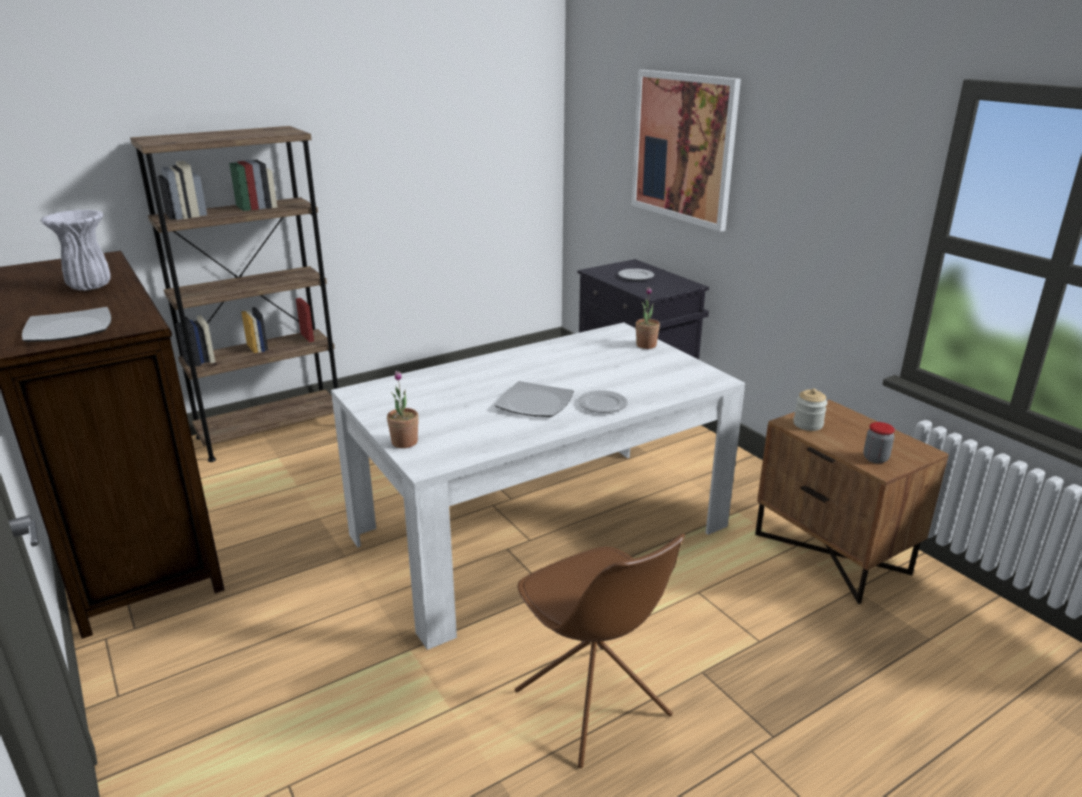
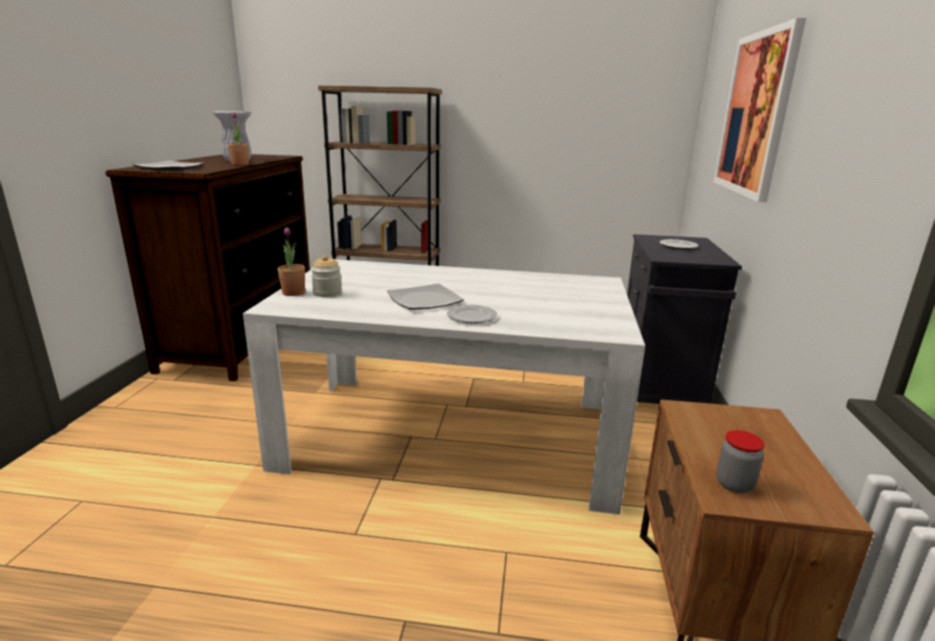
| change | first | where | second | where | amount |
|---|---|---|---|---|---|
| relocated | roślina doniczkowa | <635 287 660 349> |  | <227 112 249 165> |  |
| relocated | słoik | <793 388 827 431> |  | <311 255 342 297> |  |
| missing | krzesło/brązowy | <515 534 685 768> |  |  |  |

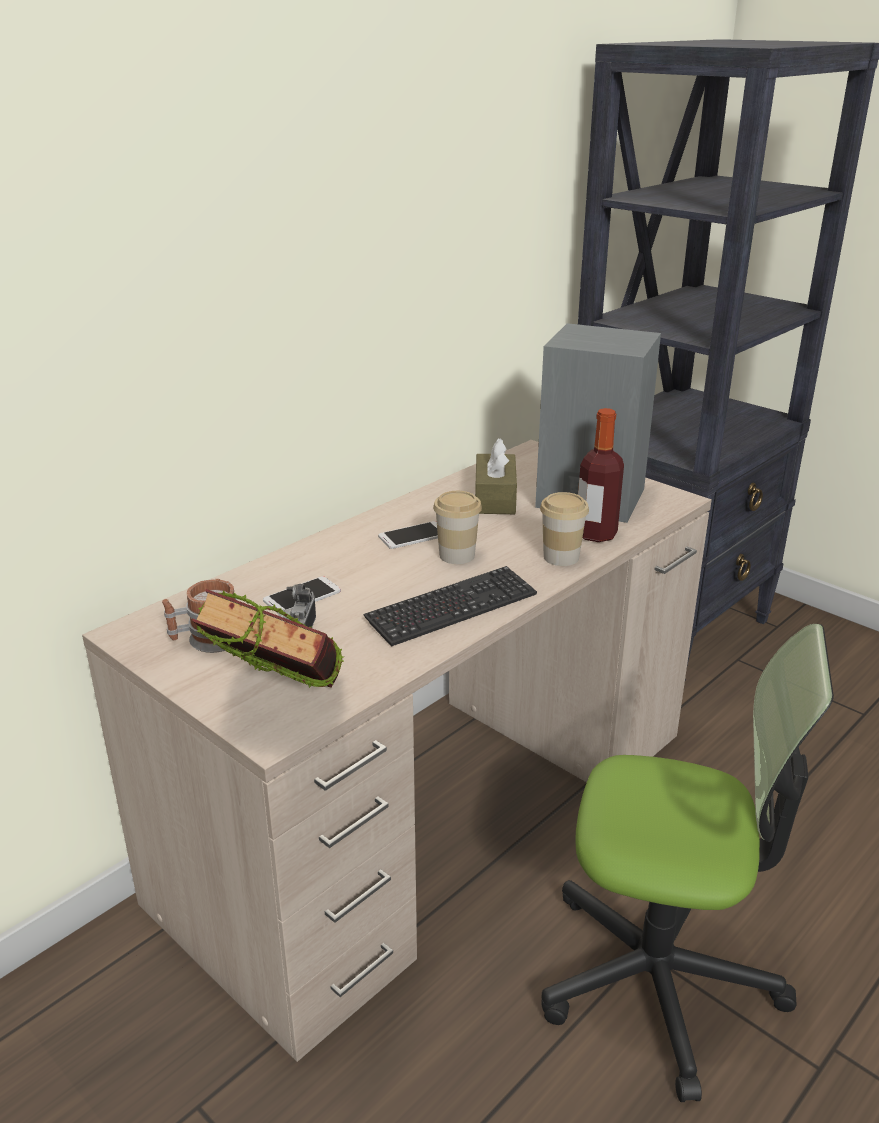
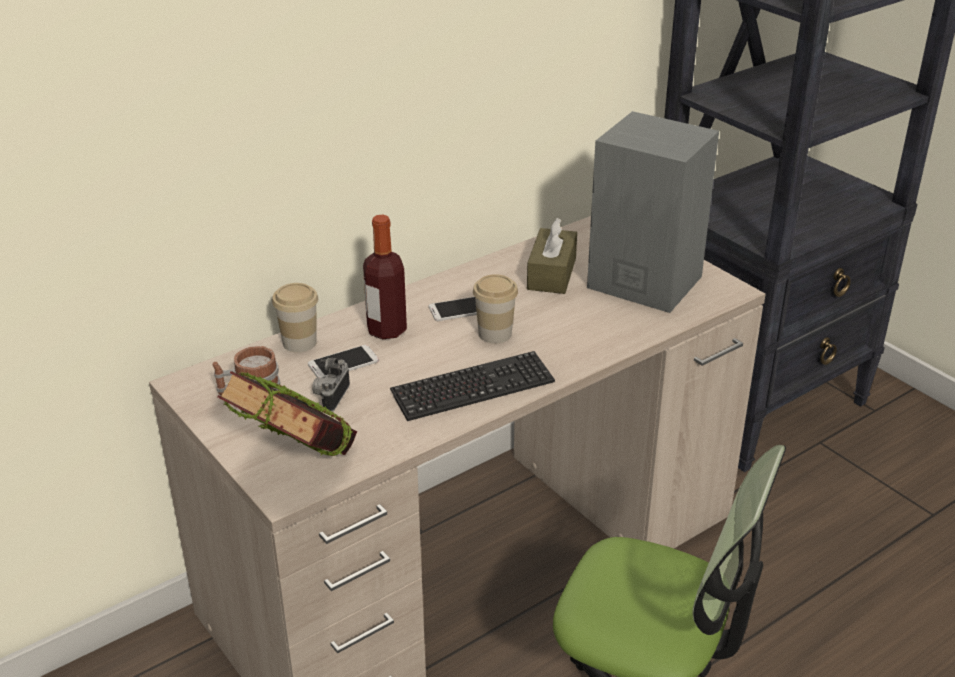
| change | first | where | second | where | amount |
|---|---|---|---|---|---|
| relocated | filiżanka | <540 492 589 566> |  | <272 283 318 352> |  |
| relocated | butelka | <578 408 624 542> |  | <363 214 407 339> |  |

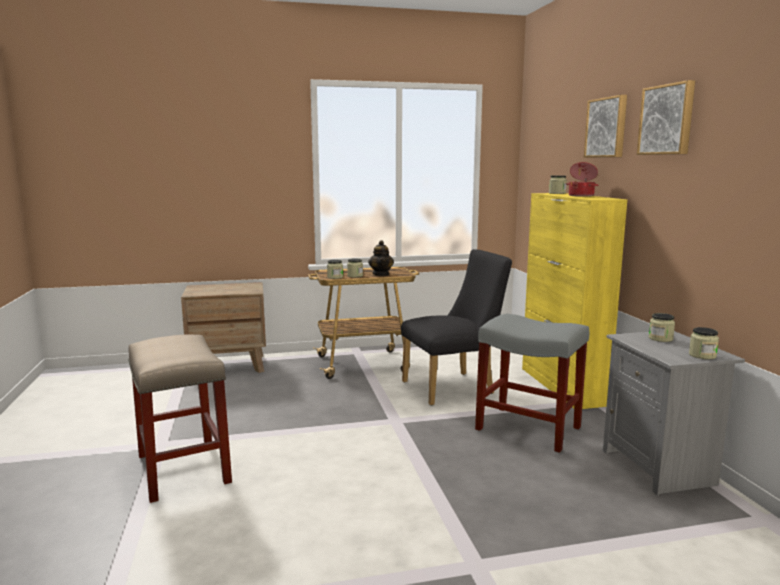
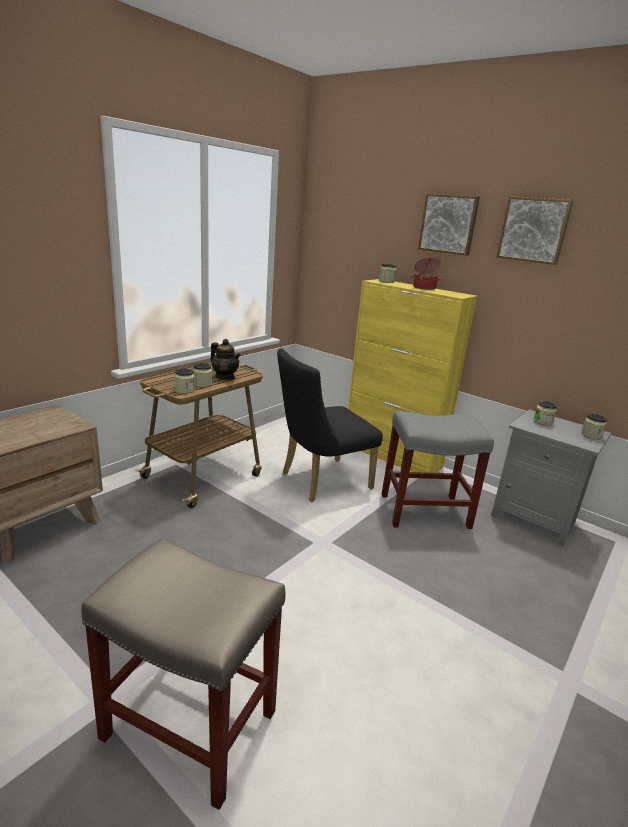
| change | first | where | second | where | amount |
|---|---|---|---|---|---|
| spun | krzesło/czarny | <401 249 512 406> |  | <277 348 383 502> | 150 degrees counterclockwise |

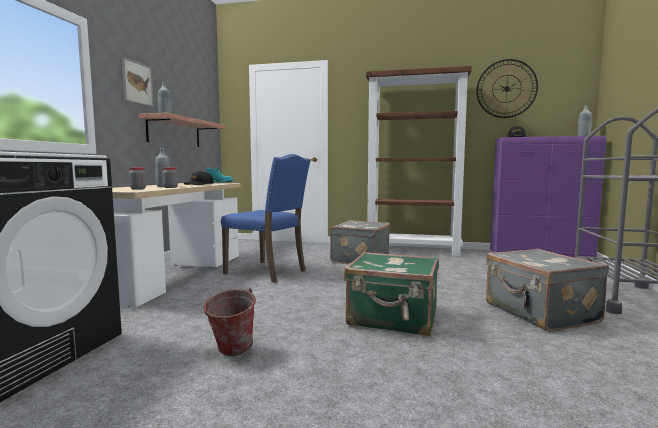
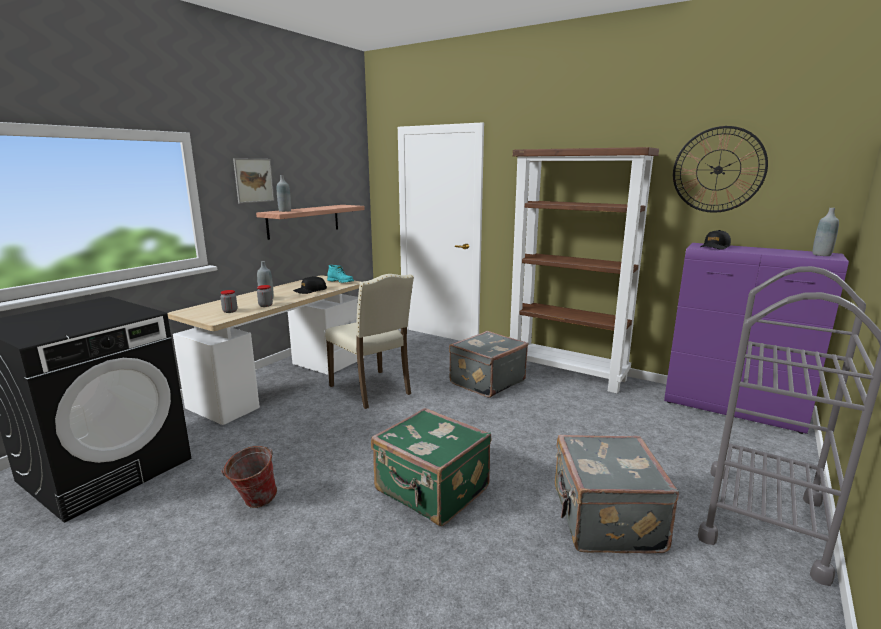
| change | first | where | second | where | amount |
|---|---|---|---|---|---|
| colour | krzesło/niebieski | <221 154 311 283> | krzesło/beżowy | <325 274 414 409> |  |

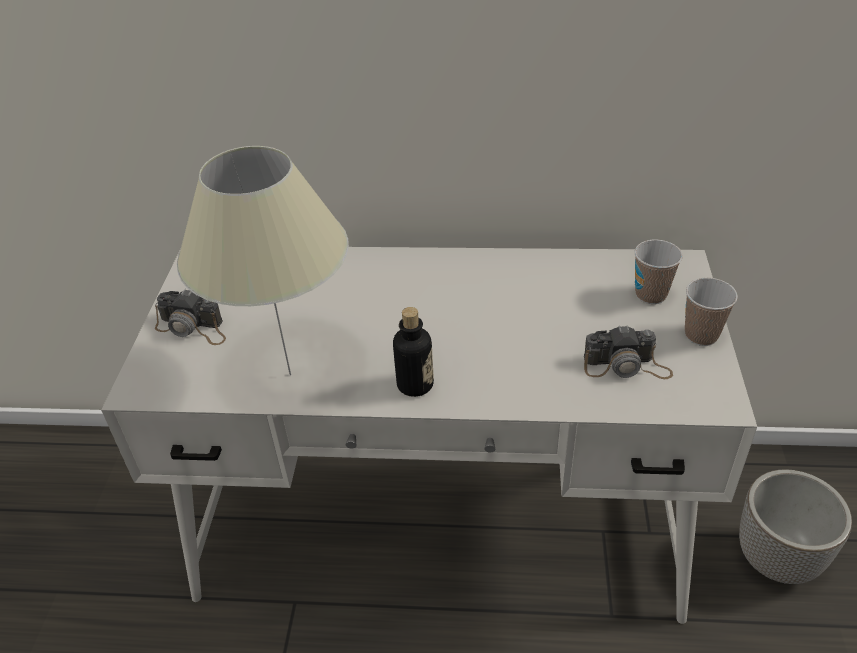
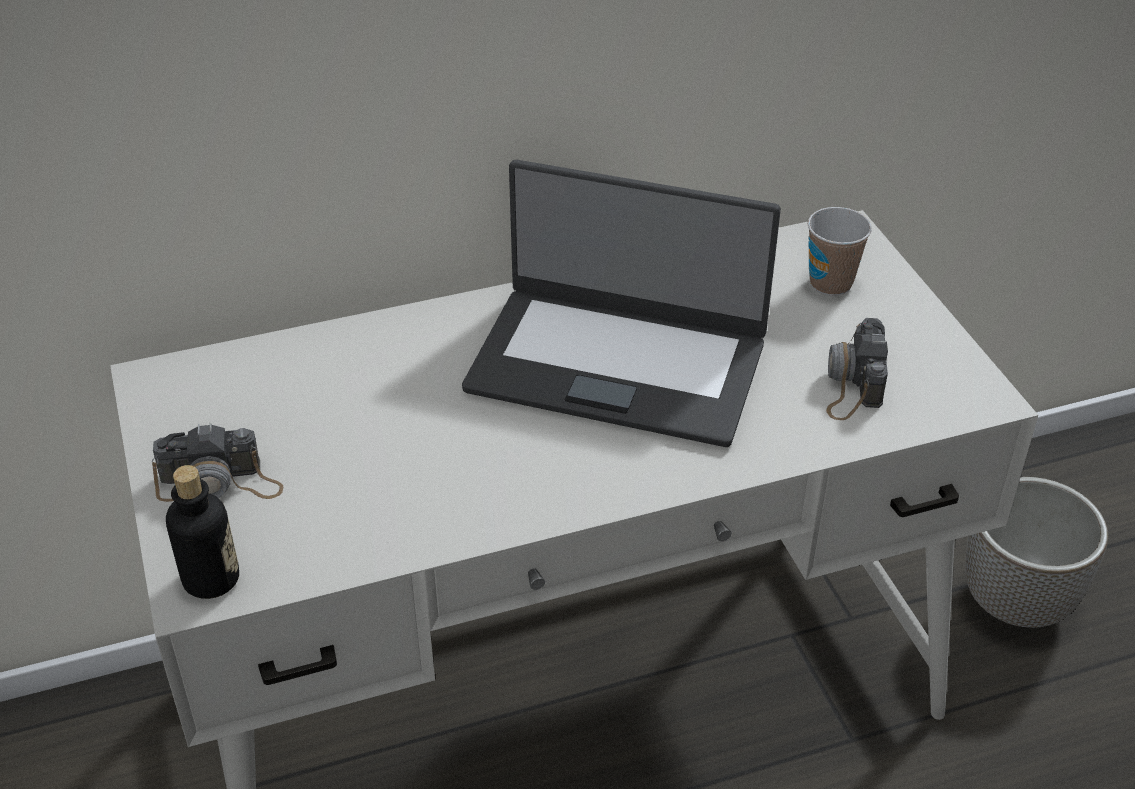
| change | first | where | second | where | amount |
|---|---|---|---|---|---|
| relocated | butelka | <393 307 434 397> |  | <166 465 239 599> |  |
| appeared |  |  | laptop | <462 160 781 447> |  |
| spun | aparat fotograficzny | <584 325 673 379> |  | <826 318 888 420> | 120 degrees clockwise |
| missing | lampa stołowa/beżowy | <177 146 349 375> |  |  |  |
| missing | filiżanka | <685 278 738 346> |  |  |  |

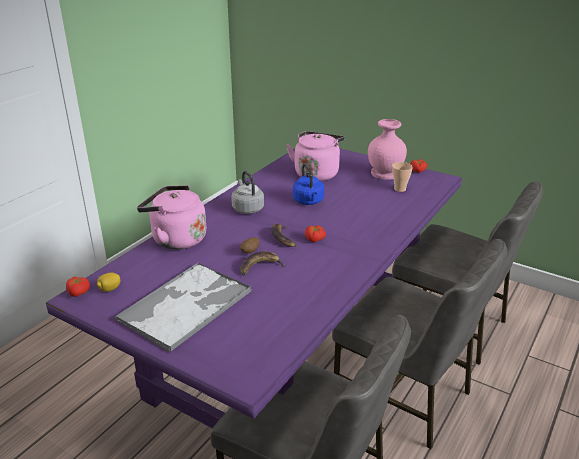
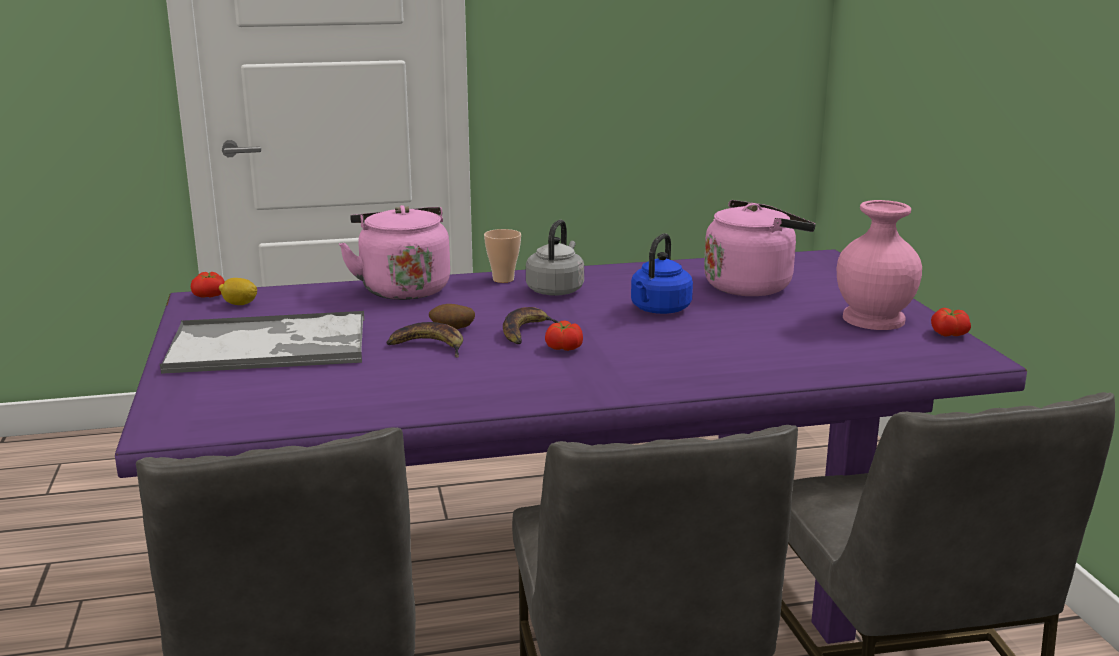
| change | first | where | second | where | amount |
|---|---|---|---|---|---|
| relocated | filiżanka | <392 162 413 192> |  | <484 229 521 283> |  |

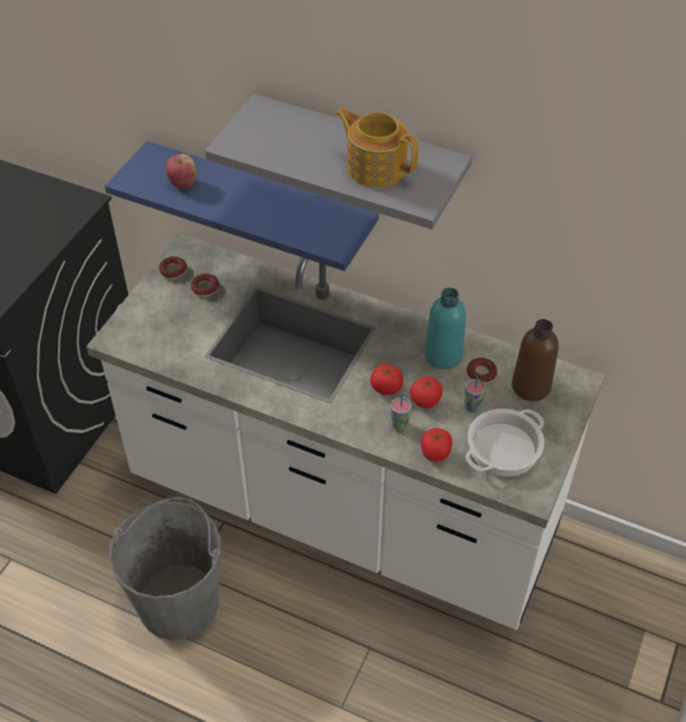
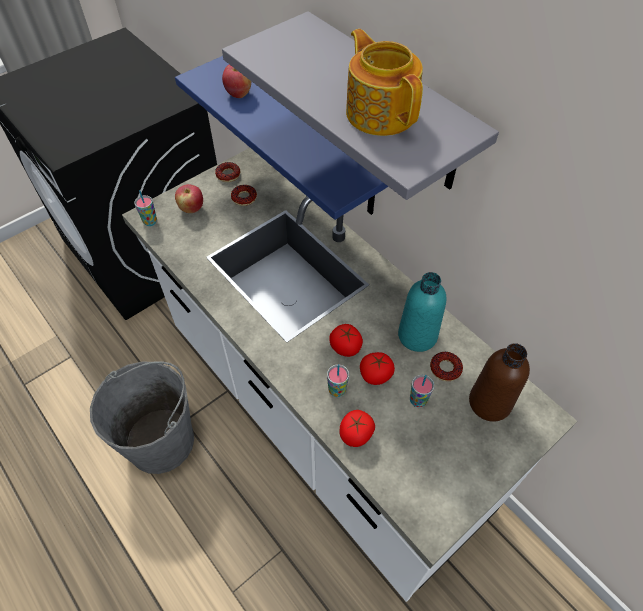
| change | first | where | second | where | amount |
|---|---|---|---|---|---|
| appeared |  |  | filiżanka | <134 190 157 226> |  |
| appeared |  |  | jabłko | <175 184 203 213> |  |
| missing | garnek | <465 409 544 477> |  |  |  |

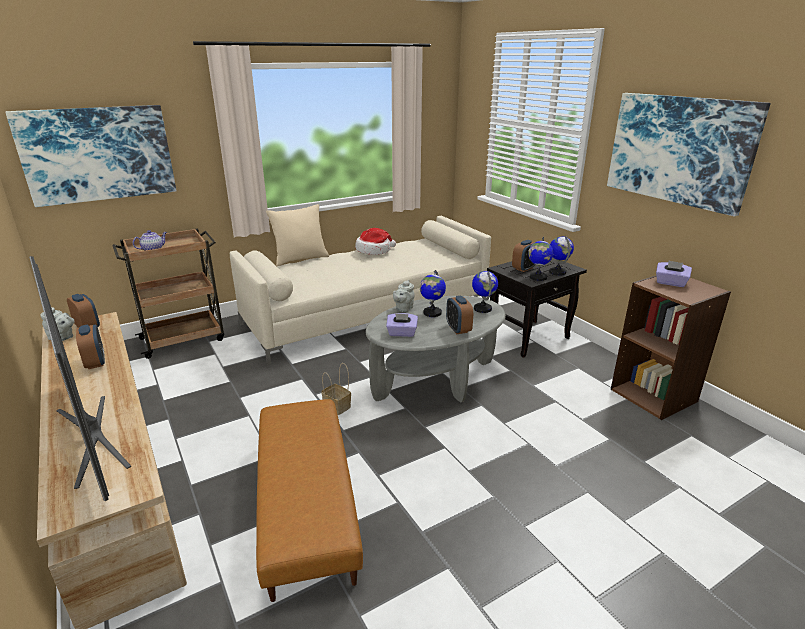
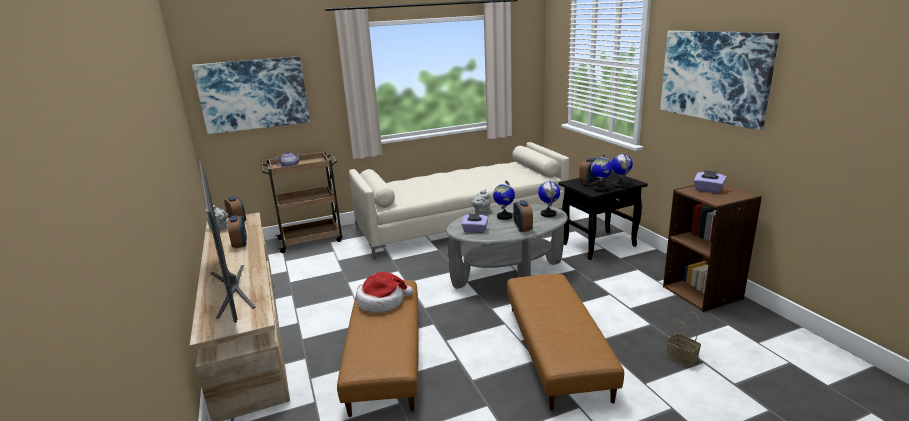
| change | first | where | second | where | amount |
|---|---|---|---|---|---|
| relocated | kapelusz | <355 228 396 255> |  | <356 272 413 313> |  |
| appeared |  |  | pufa/brązowy | <507 274 624 411> |  |
| relocated | koszyk | <321 363 351 415> |  | <666 312 701 368> |  |
| missing | poduszka/beżowy | <266 204 329 266> |  |  |  |

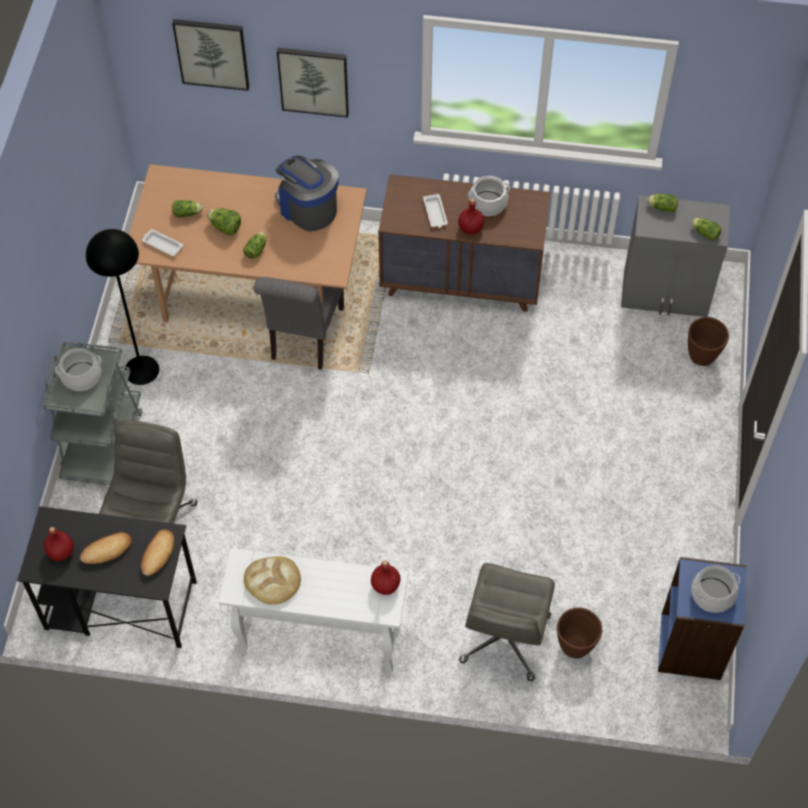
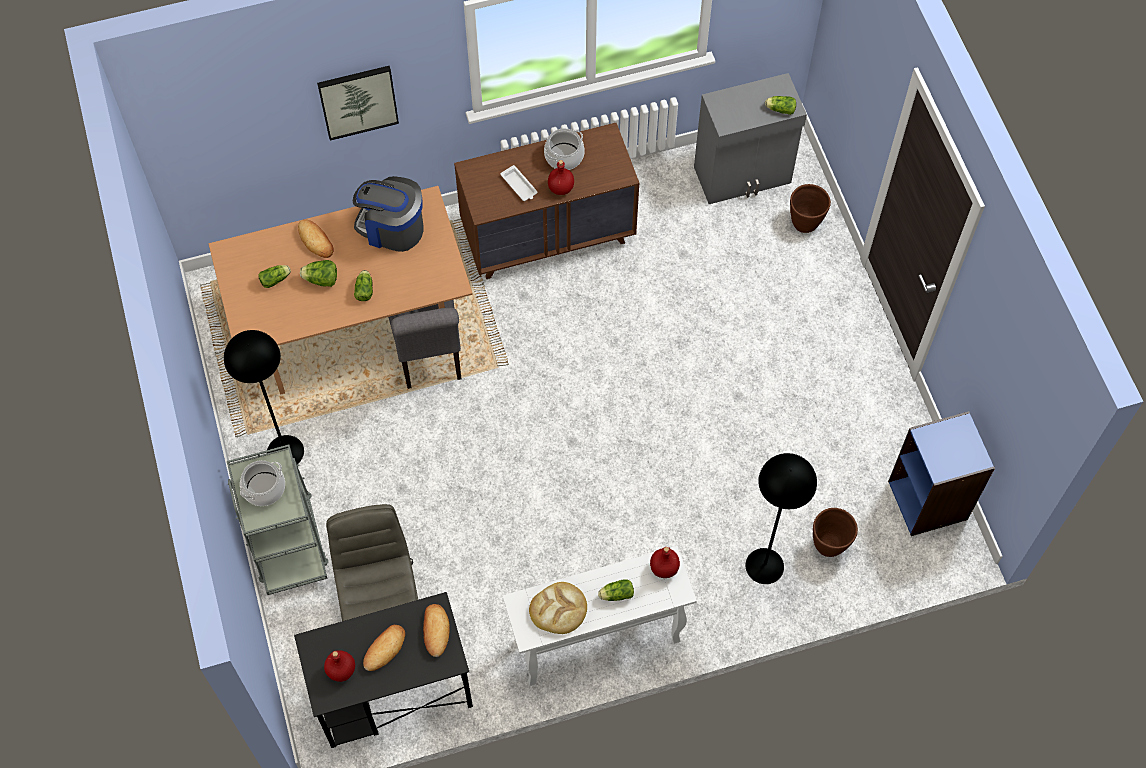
| change | first | where | second | where | amount |
|---|---|---|---|---|---|
| appeared |  |  | chleb | <298 219 334 258> |  |
| relocated | sałata | <647 194 678 212> |  | <598 579 634 601> |  |
| exchanged | krzesło biurowe/szary | <459 563 555 681> | lampa stojąca/czarny | <746 453 817 584> |  |
| missing | taca/biały | <142 229 183 256> |  |  |  |
| missing | obraz | <172 19 249 91> |  |  |  |
| missing | garnek | <691 565 740 613> |  |  |  |

